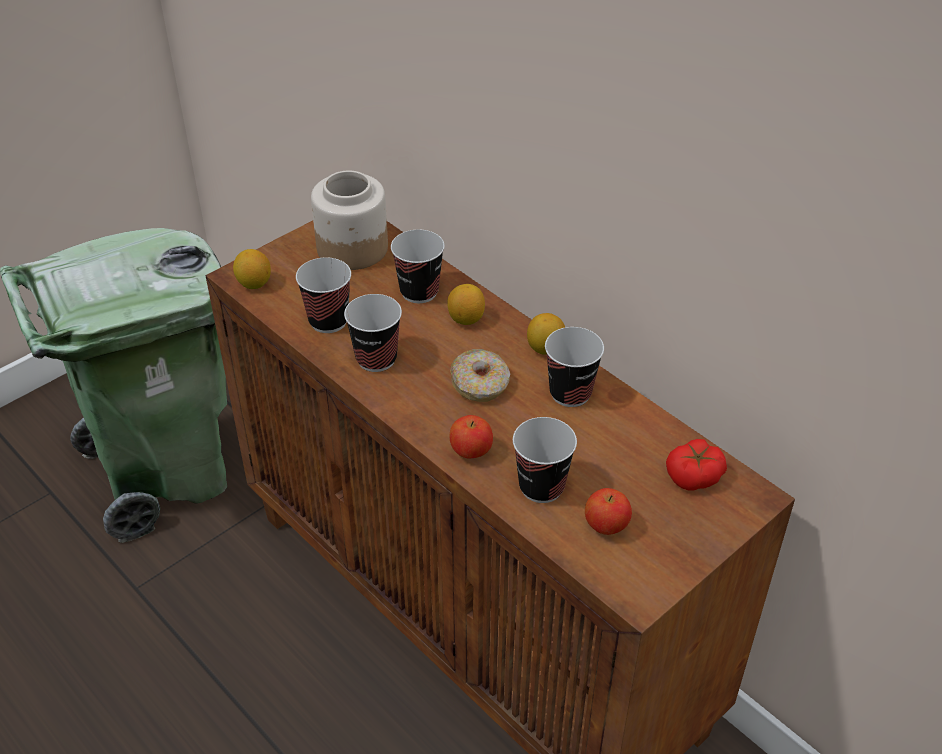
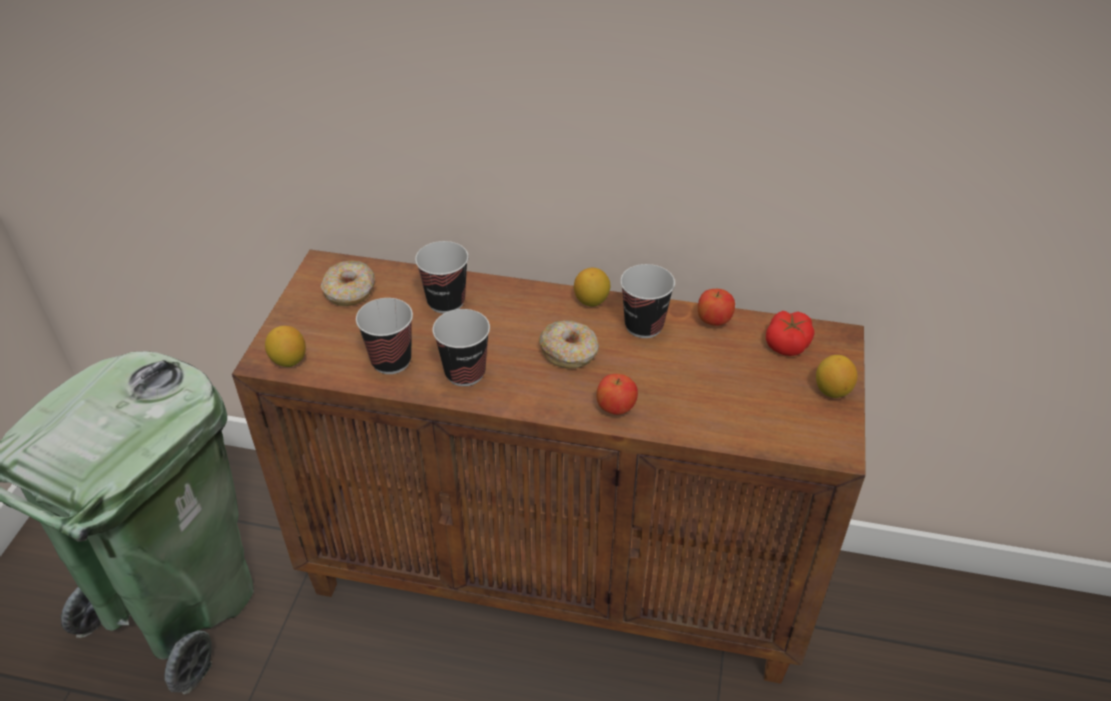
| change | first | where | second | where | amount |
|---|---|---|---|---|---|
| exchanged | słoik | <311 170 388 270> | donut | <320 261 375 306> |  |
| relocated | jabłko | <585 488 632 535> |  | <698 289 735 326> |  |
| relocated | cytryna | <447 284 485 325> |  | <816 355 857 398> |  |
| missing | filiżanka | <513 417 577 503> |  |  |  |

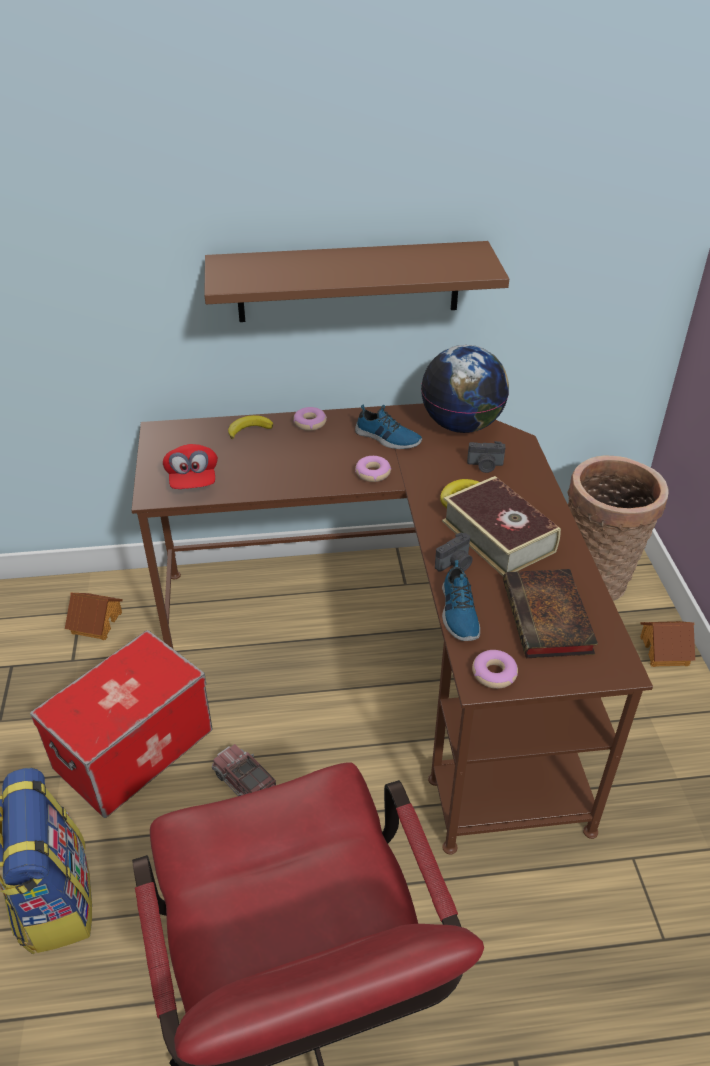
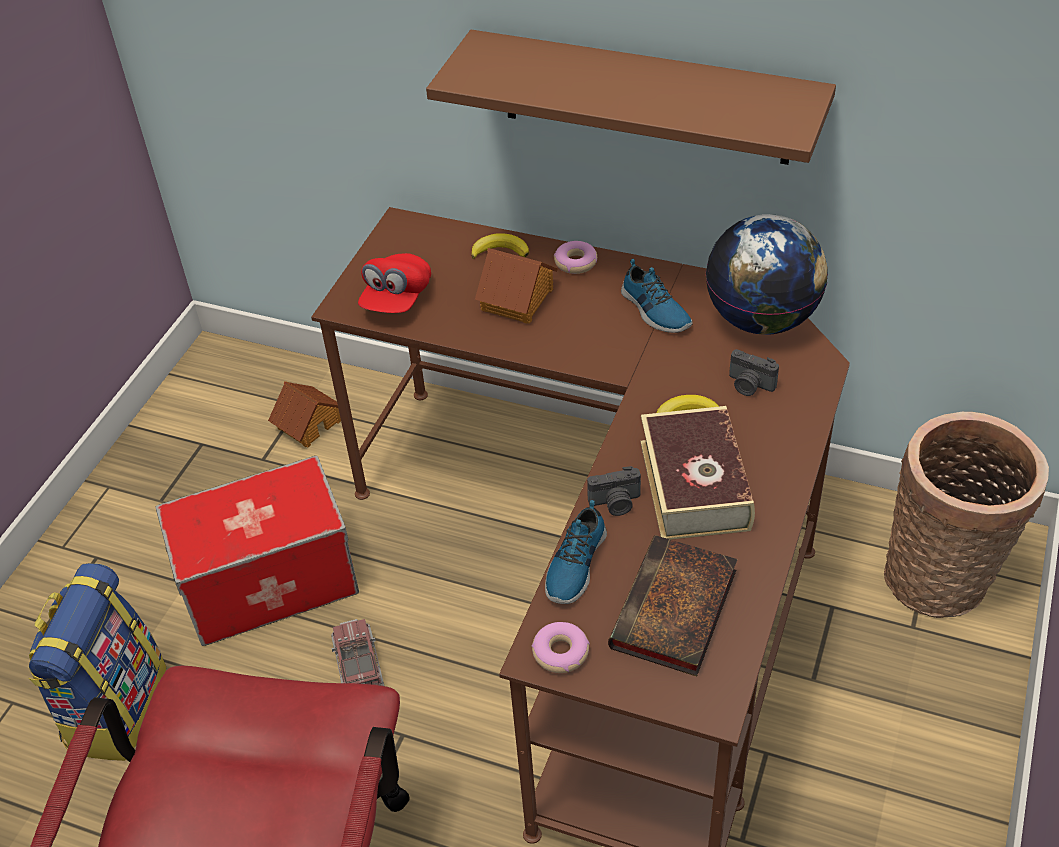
| change | first | where | second | where | amount |
|---|---|---|---|---|---|
| relocated | domek | <640 621 695 667> |  | <475 248 558 324> |  |
| missing | donut | <355 456 391 482> |  |  |  |

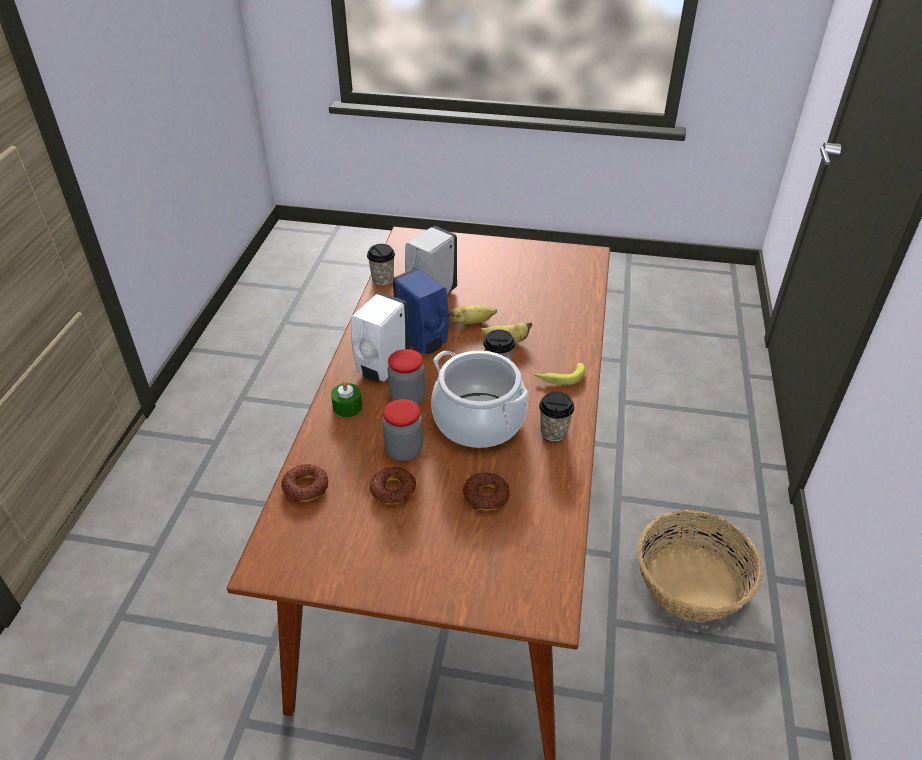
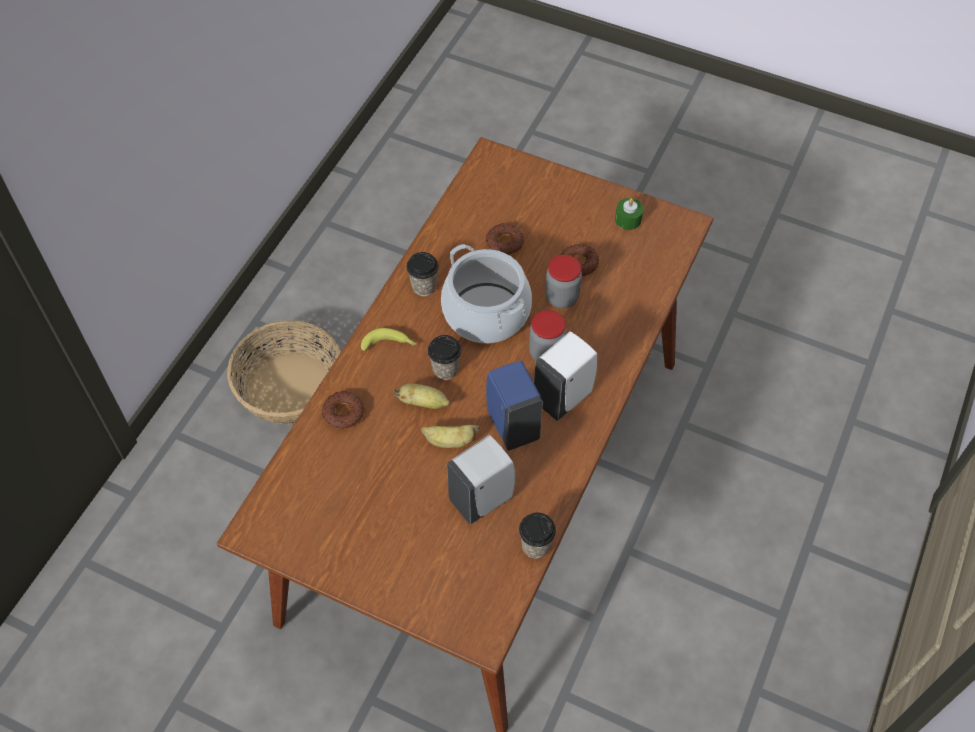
| change | first | where | second | where | amount |
|---|---|---|---|---|---|
| relocated | donut | <281 464 328 502> |  | <322 391 364 429> |  |
| relocated | świeca/zielony | <331 381 362 417> |  | <615 198 644 230> |  |

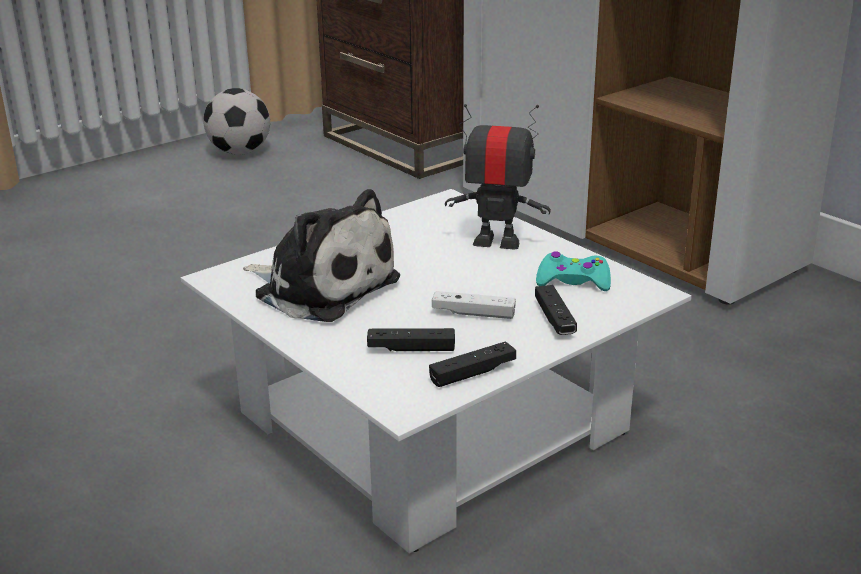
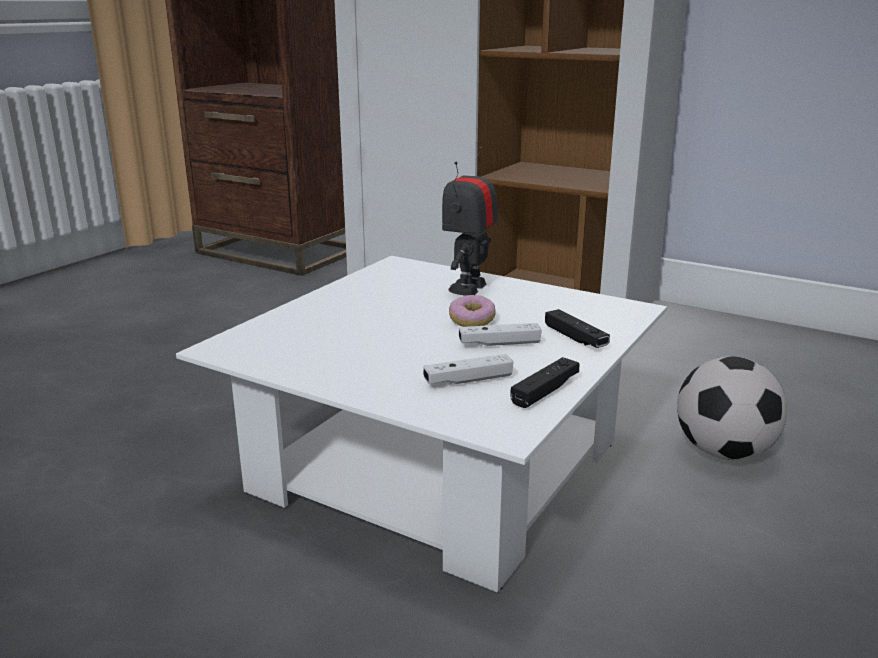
| change | first | where | second | where | amount |
|---|---|---|---|---|---|
| colour | pad do gier/czarny | <367 328 455 351> | pad do gier/biały | <423 354 513 385> |  |
| spun | robot zabawkowy | <445 104 551 249> |  | <442 147 498 296> | 60 degrees counterclockwise |
| appeared |  |  | donut | <449 295 496 327> |  |
| relocated | piłka futbolowa | <203 88 270 155> |  | <677 356 787 460> |  |
| missing | pluszak | <243 189 400 322> |  |  |  |
| missing | pad do gier/turkusowy | <536 251 611 291> |  |  |  |

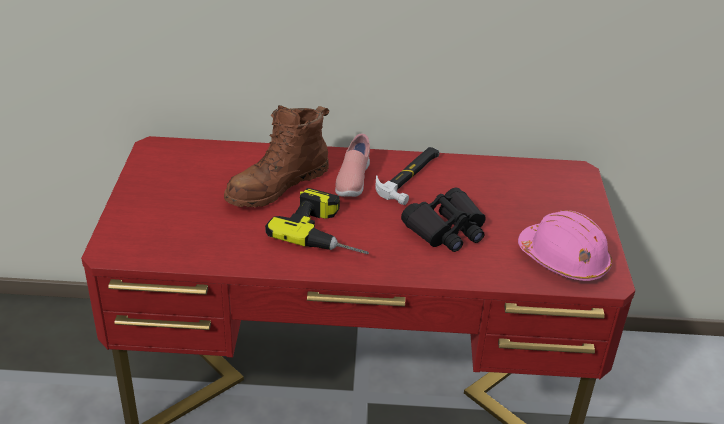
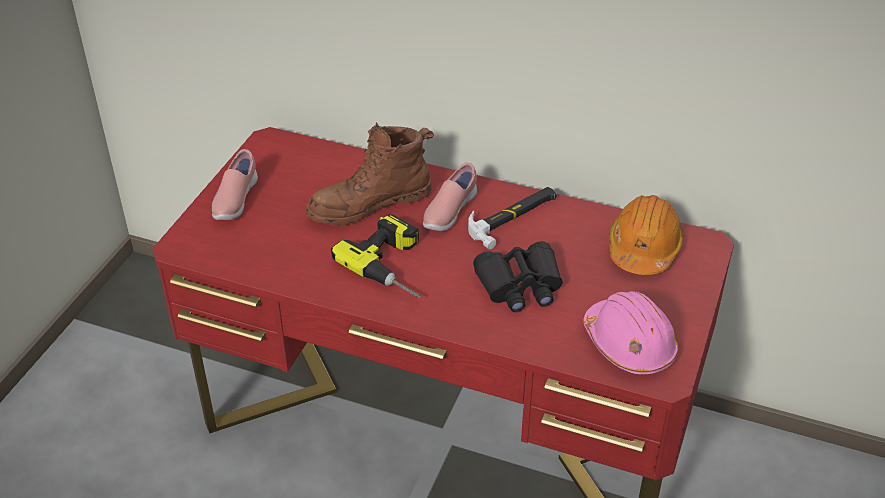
| change | first | where | second | where | amount |
|---|---|---|---|---|---|
| appeared |  |  | but/różowy | <212 149 258 220> |  |
| appeared |  |  | kask/pomarańczowy | <609 195 684 275> |  |

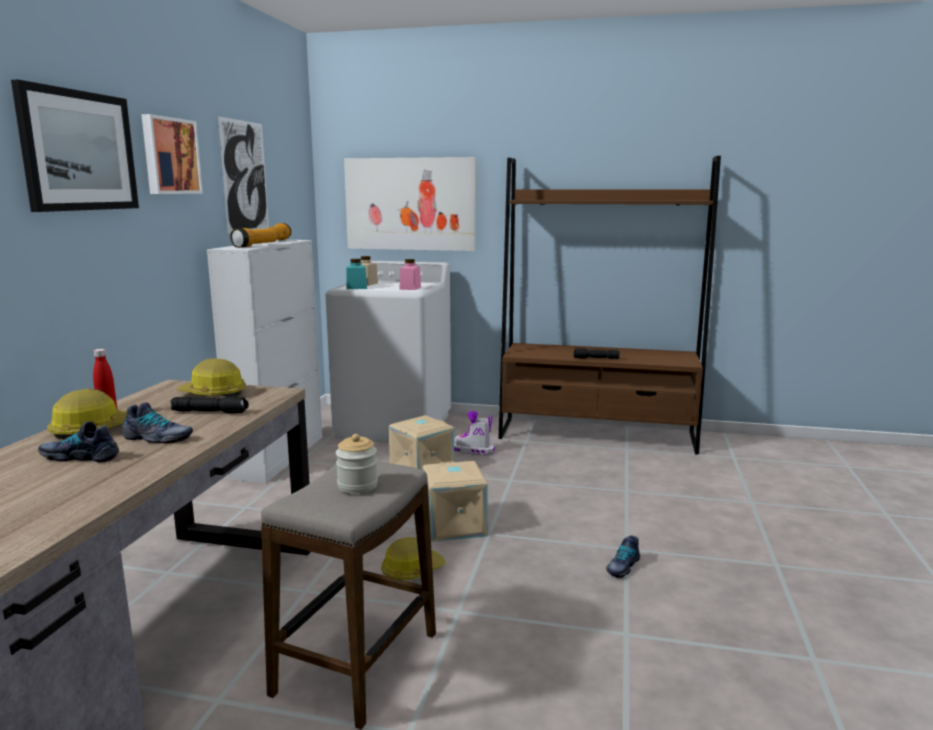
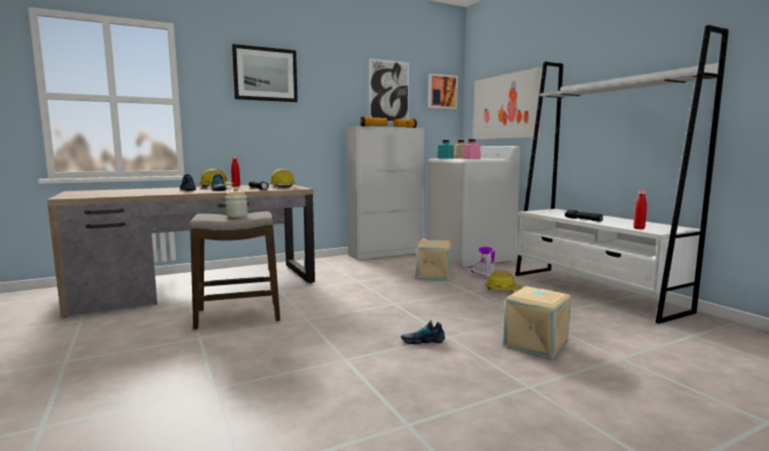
| change | first | where | second | where | amount |
|---|---|---|---|---|---|
| relocated | obraz | <141 114 203 194> |  | <428 74 458 109> |  |
| relocated | kask | <381 537 446 580> |  | <485 270 522 290> |  |
| relocated | pojemnik do przechowywania/beżowy | <423 461 488 542> |  | <503 286 571 359> |  |
| colour | regał/brązowy | <498 156 721 455> | regał/biały | <515 25 729 324> |  |
| appeared |  |  | butelka/czerwony | <633 190 647 229> |  |

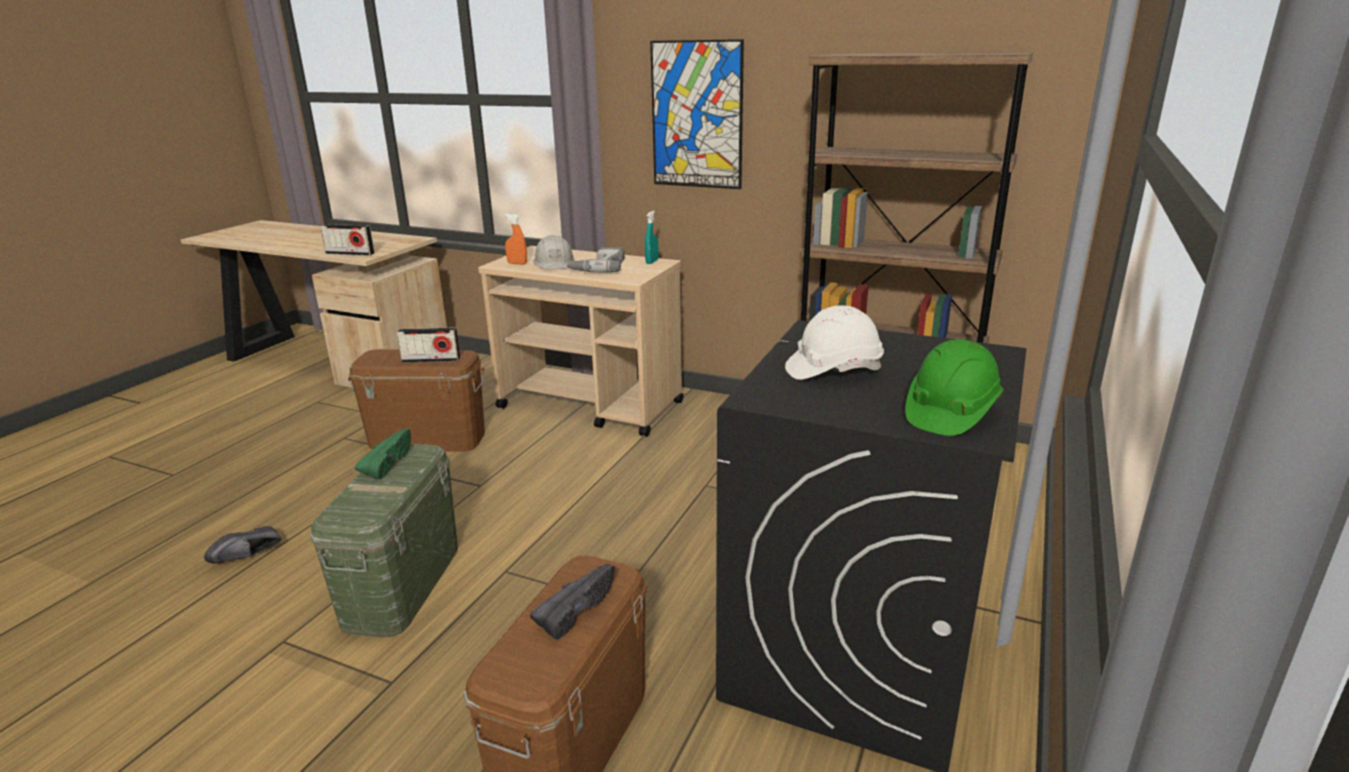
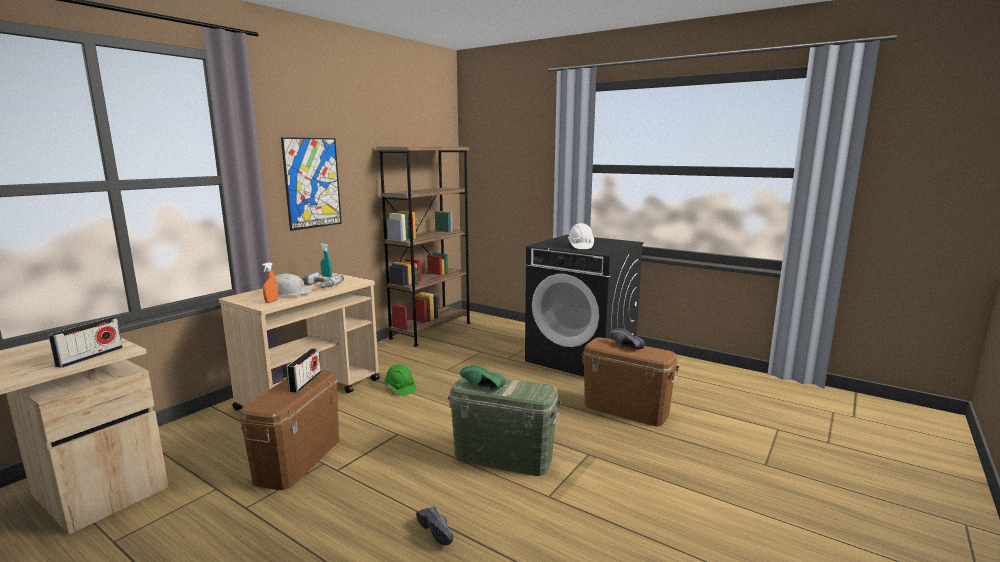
| change | first | where | second | where | amount |
|---|---|---|---|---|---|
| relocated | kask/zielony | <905 339 1004 436> |  | <385 364 416 396> |  |

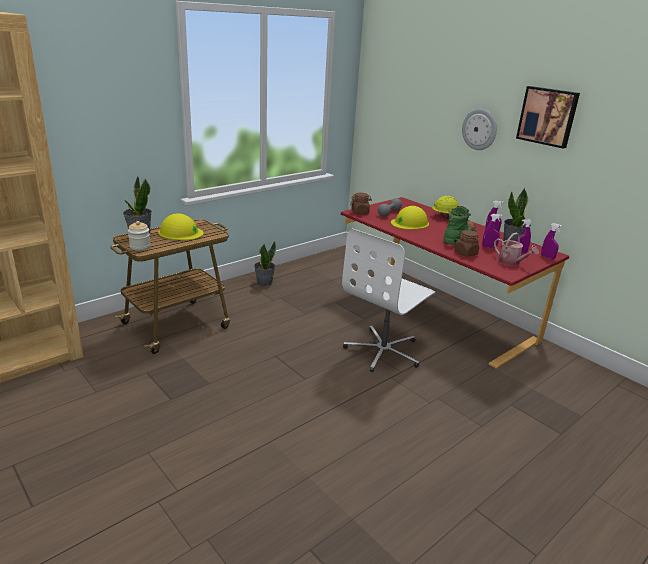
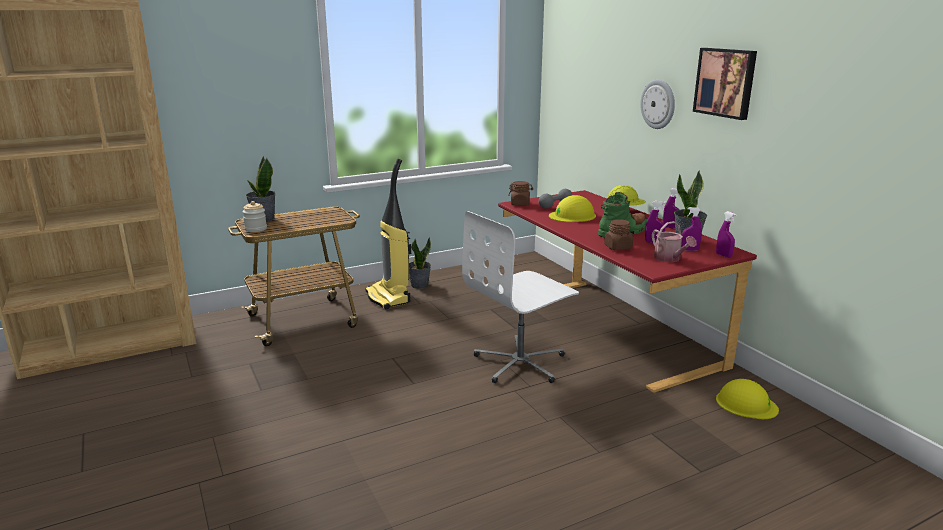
| change | first | where | second | where | amount |
|---|---|---|---|---|---|
| appeared |  |  | odkurzacz | <366 159 411 309> |  |
| relocated | kask/żółty | <158 214 204 240> |  | <716 379 779 419> |  |

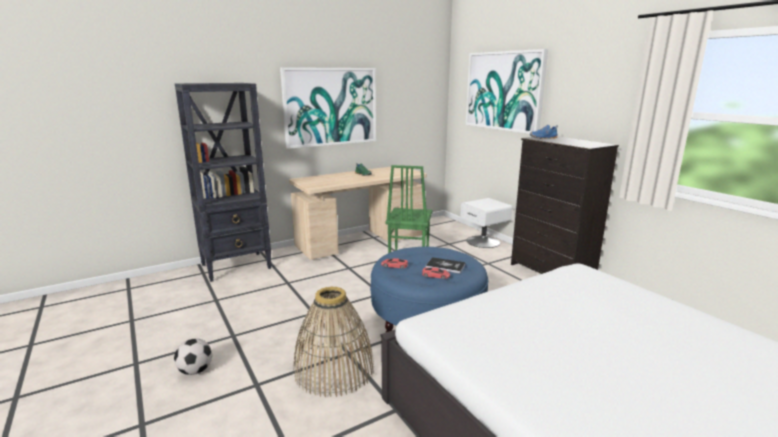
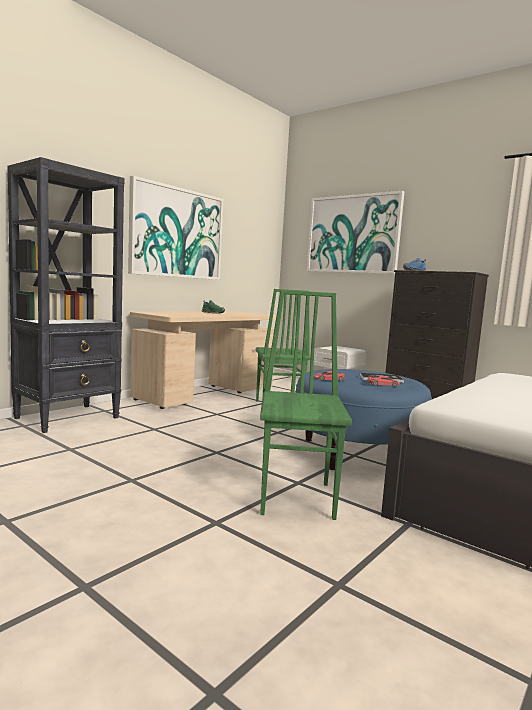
| change | first | where | second | where | amount |
|---|---|---|---|---|---|
| exchanged | koszyk | <293 287 374 397> | krzesło/zielony | <260 290 352 520> |  |
| missing | piłka futbolowa | <174 339 212 375> |  |  |  |

